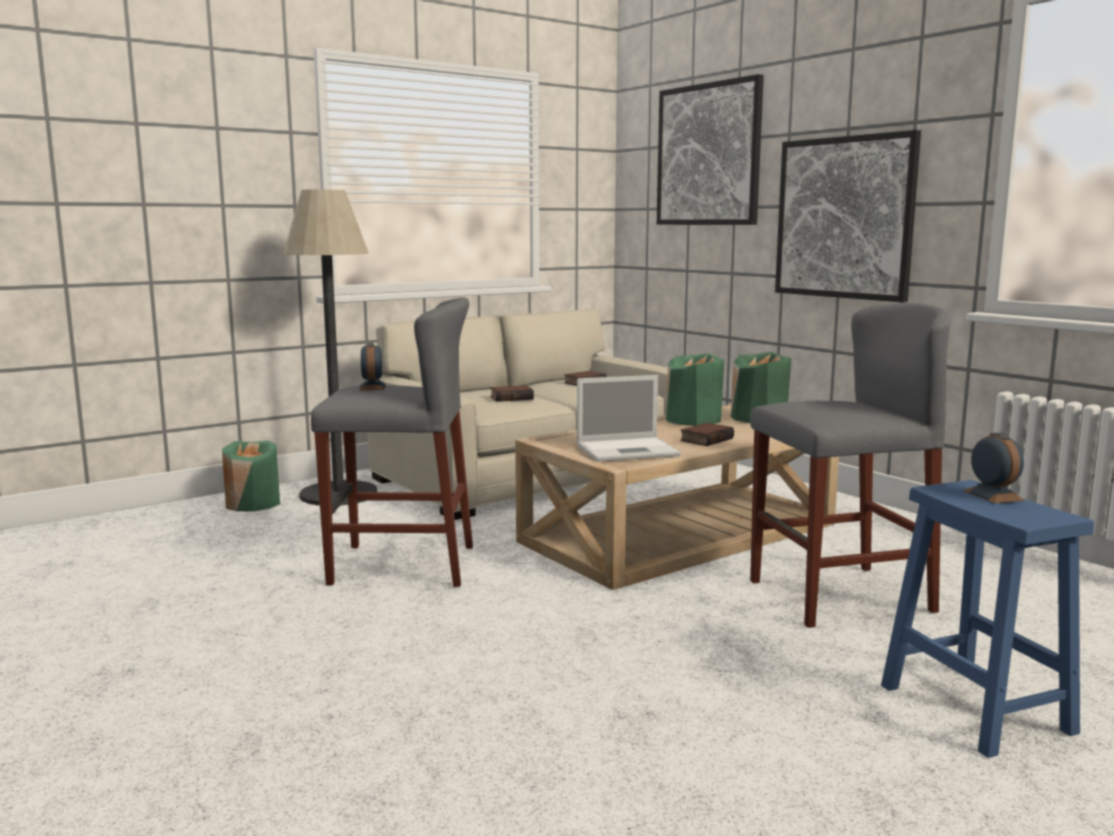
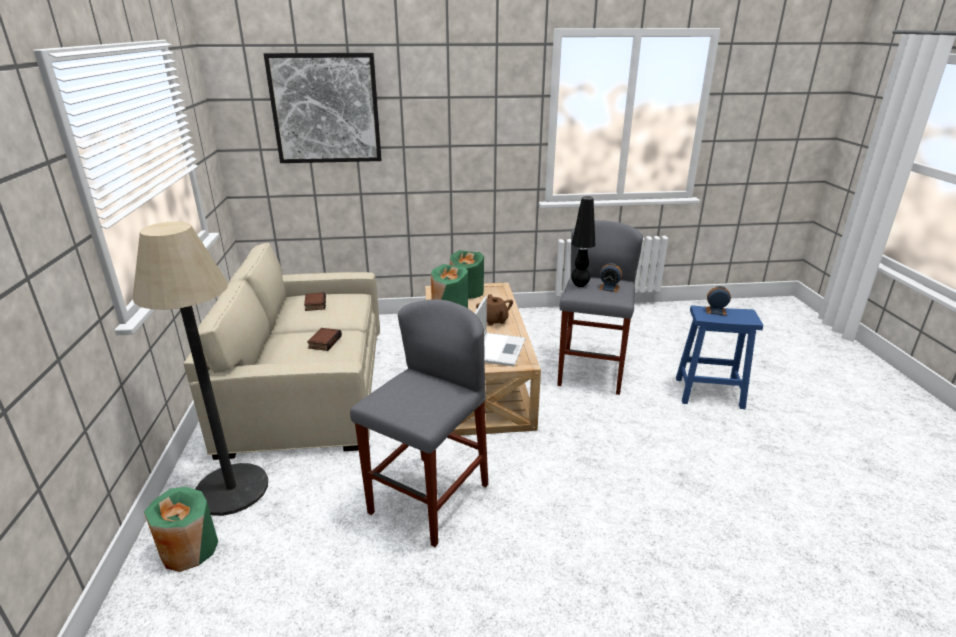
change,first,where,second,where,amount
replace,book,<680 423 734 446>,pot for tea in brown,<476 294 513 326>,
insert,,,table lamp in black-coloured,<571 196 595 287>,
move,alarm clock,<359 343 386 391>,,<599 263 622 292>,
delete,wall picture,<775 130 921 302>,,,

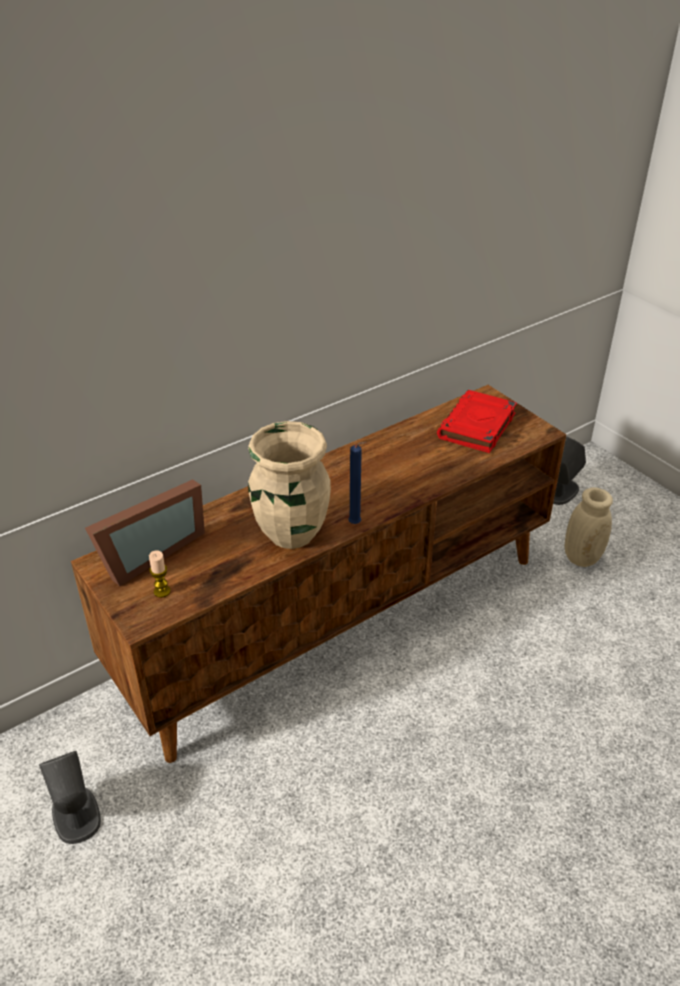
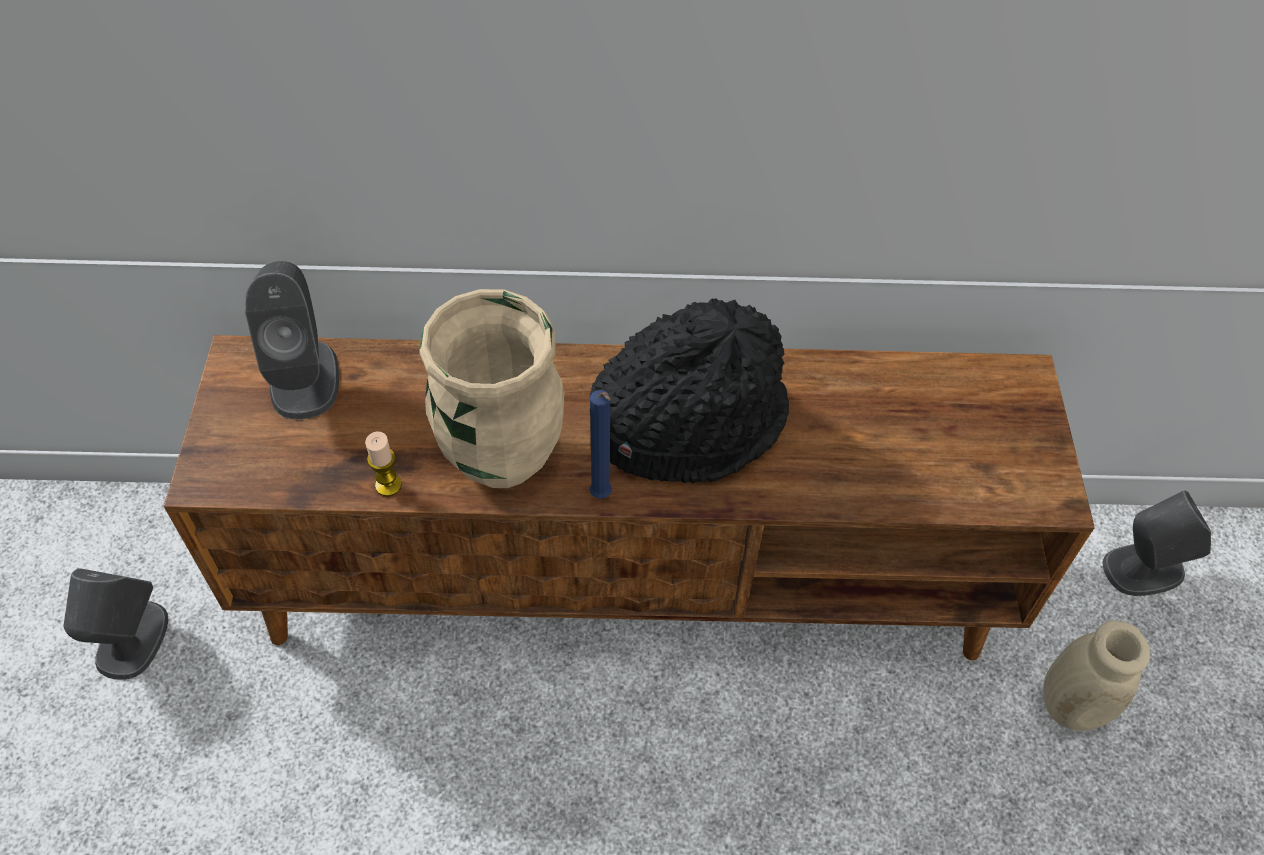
change,first,where,second,where,amount
replace,standing frame,<85 479 205 586>,loudspeaker in greyish,<245 261 339 419>,
move,wax candle,<149 550 171 598>,,<365 431 402 497>,
insert,,,hat in black-coloured,<590 298 789 484>,
delete,book in red,<437 390 517 453>,,,

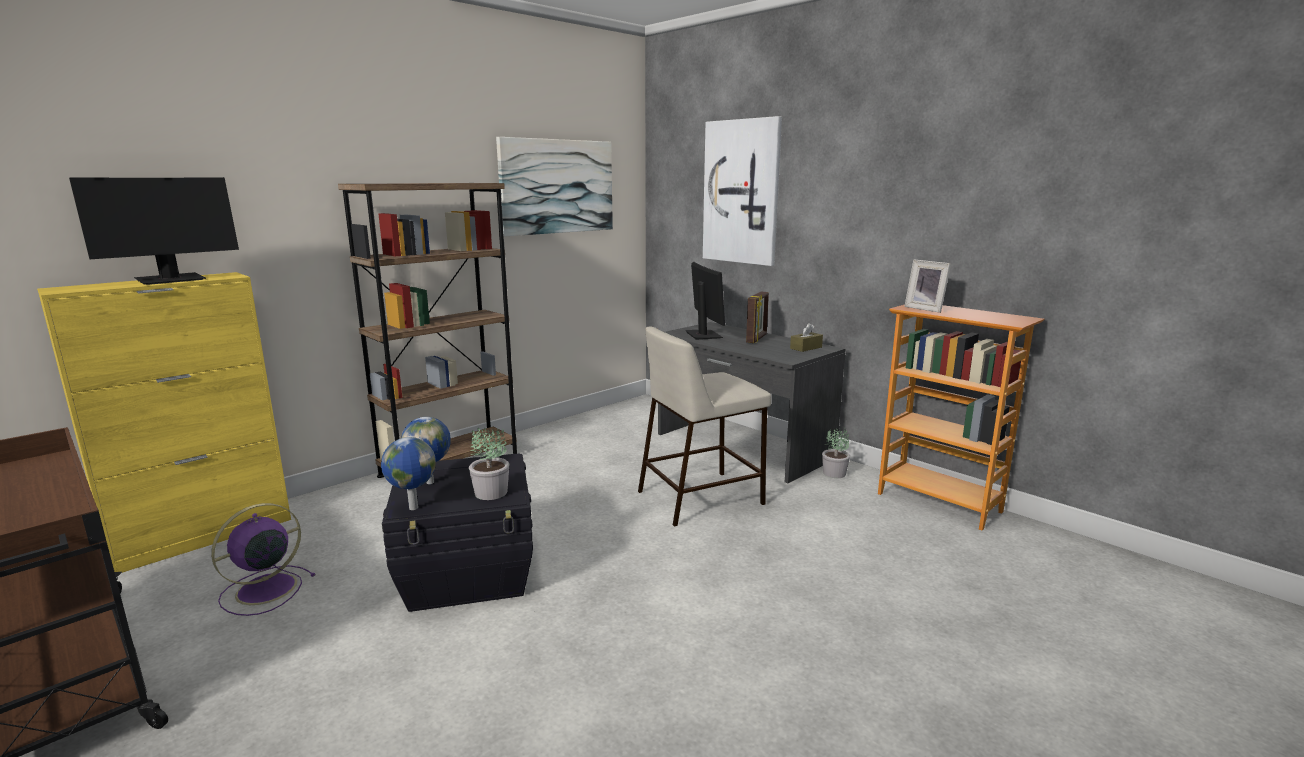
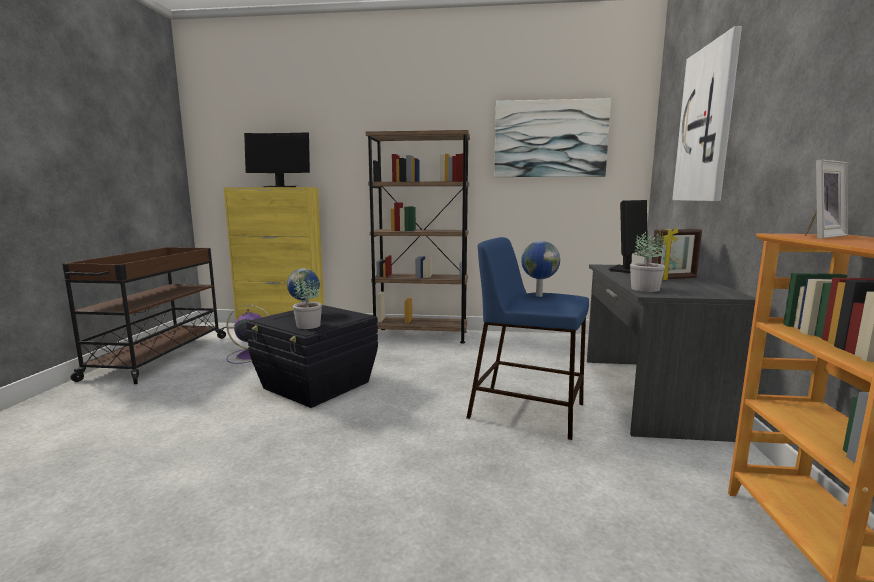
change,first,where,second,where,amount
recolor,stool seat in beige-coloured,<638 326 771 527>,stool seat in bluish,<466 237 589 440>,
move,desk globe,<381 437 436 510>,,<521 241 560 297>,
move,plant in a pot,<822 428 850 478>,,<630 232 665 292>,
rotate,standing frame,<904 259 951 313>,,<805 160 848 239>,135 degrees counterclockwise
delete,box of tissues in brown,<790 323 823 352>,,,

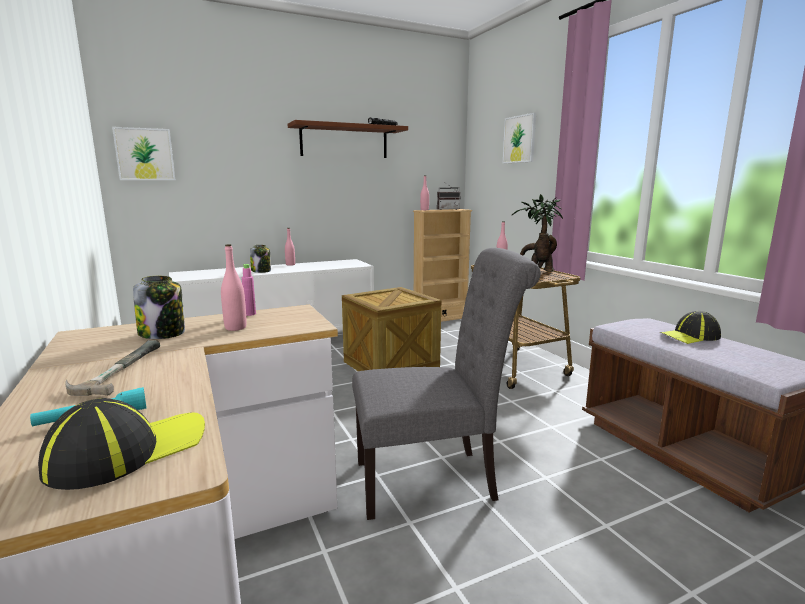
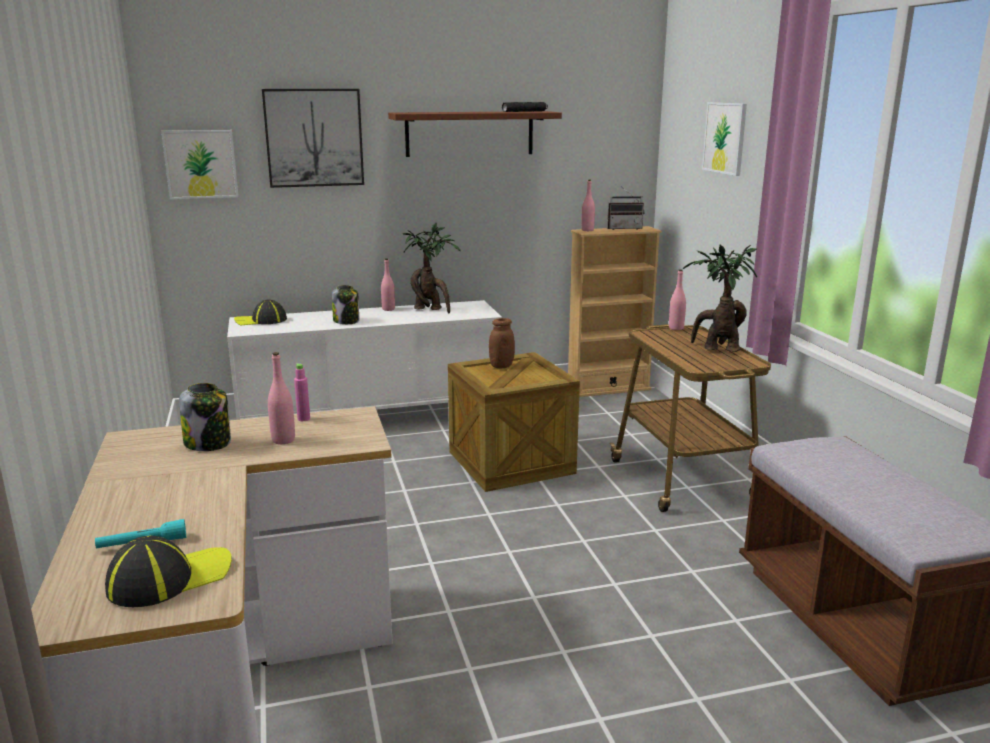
change,first,where,second,where,amount
move,peaked cap,<660 311 721 344>,,<234 300 287 326>,
insert,,,wall picture,<262 89 364 188>,
insert,,,plant in a pot,<403 222 461 313>,
insert,,,preserve jar in brown,<489 318 515 368>,
delete,hand hammer,<65 340 160 396>,,,
delete,chair in greyish,<352 248 541 520>,,,

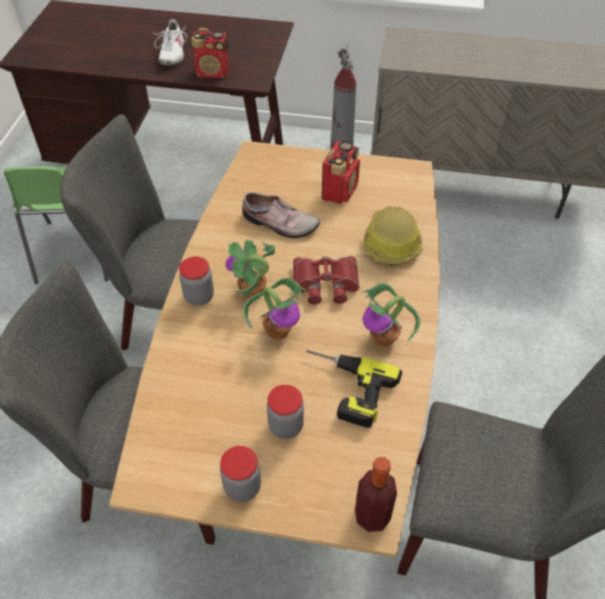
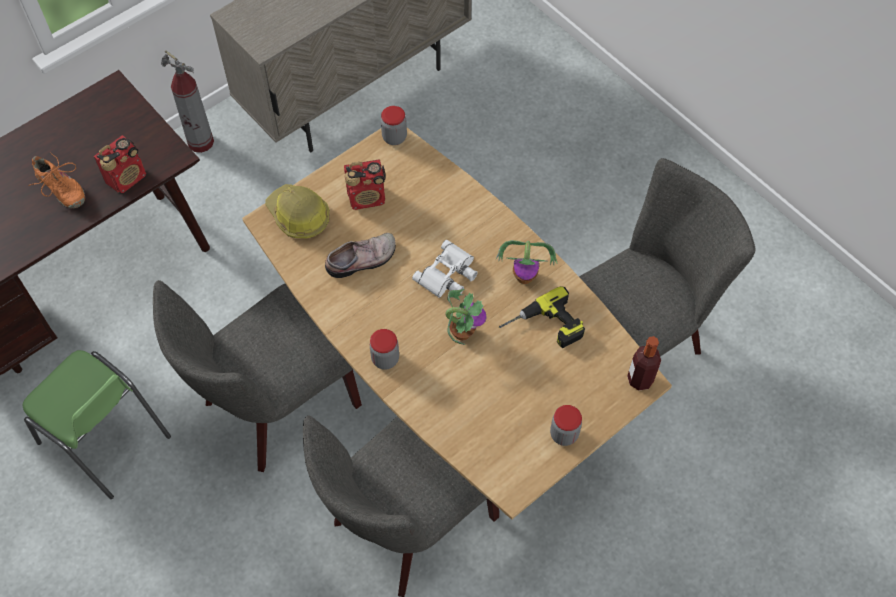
change,first,where,second,where,amount
recolor,shoe in white-coloured,<153 19 187 65>,shoe in orange,<29 152 85 208>,
move,safety helmet,<363 206 423 266>,,<265 184 330 238>,
rotate,radio,<322 141 360 204>,,<344 159 386 210>,105 degrees clockwise
move,preserve jar,<267 385 304 439>,,<381 106 407 145>,
recolor,pair of binoculars in red,<293 256 359 305>,pair of binoculars in white-coloured,<412 240 478 298>,
delete,plant in a pot,<225 239 275 298>,,,

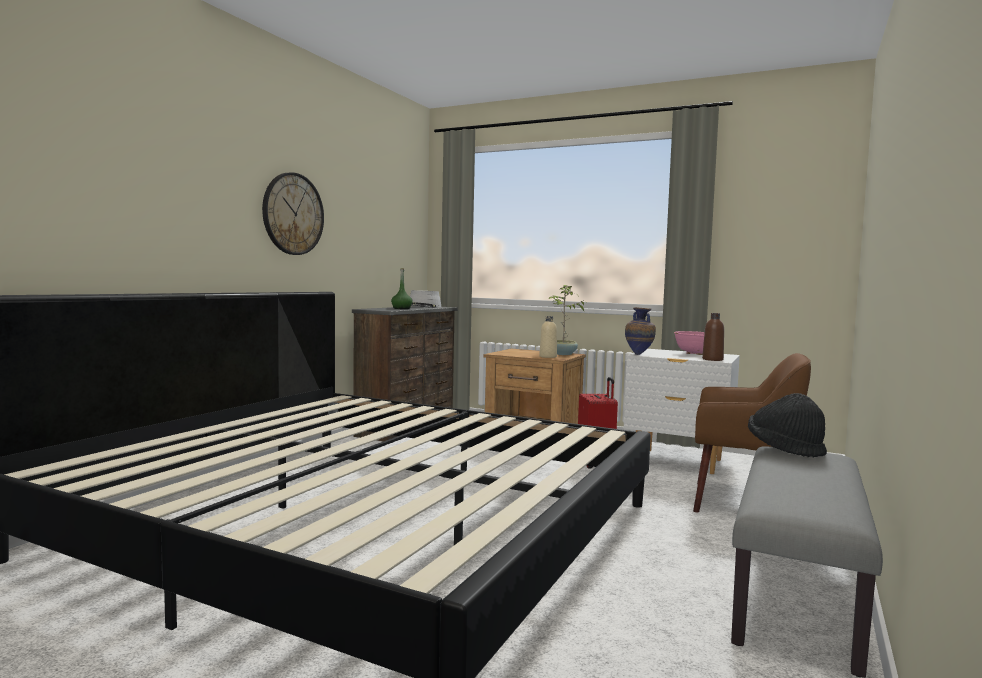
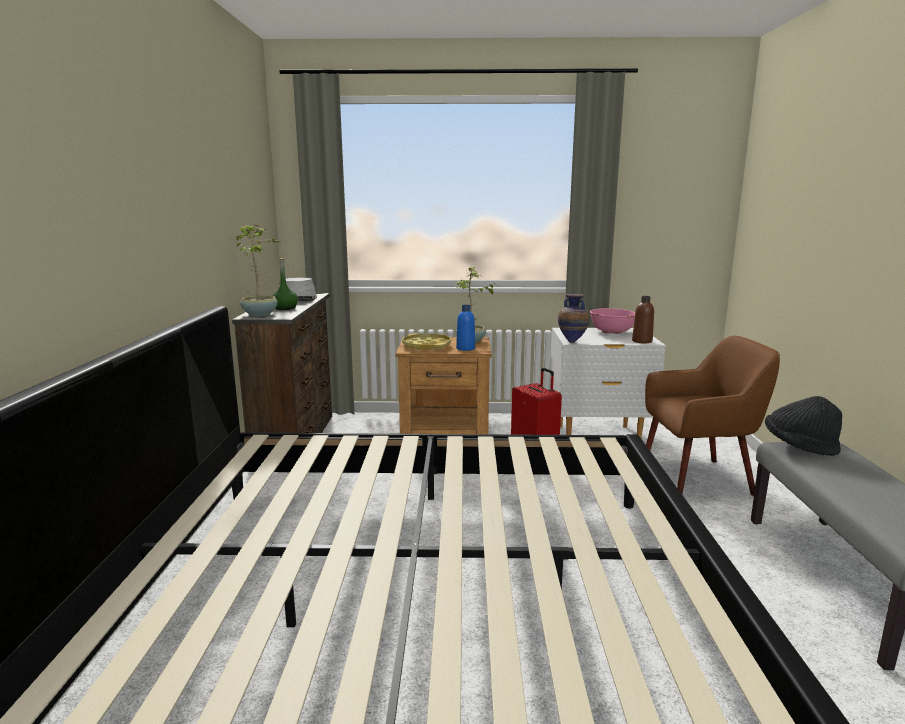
change,first,where,second,where,amount
insert,,,plant in a pot,<236 225 280 316>,
insert,,,carrying tray in yellowish,<402 333 451 351>,
recolor,bottle in beige-coloured,<539 316 557 358>,bottle in bluish,<456 305 475 351>,
delete,hanging clock,<262 172 324 255>,,,

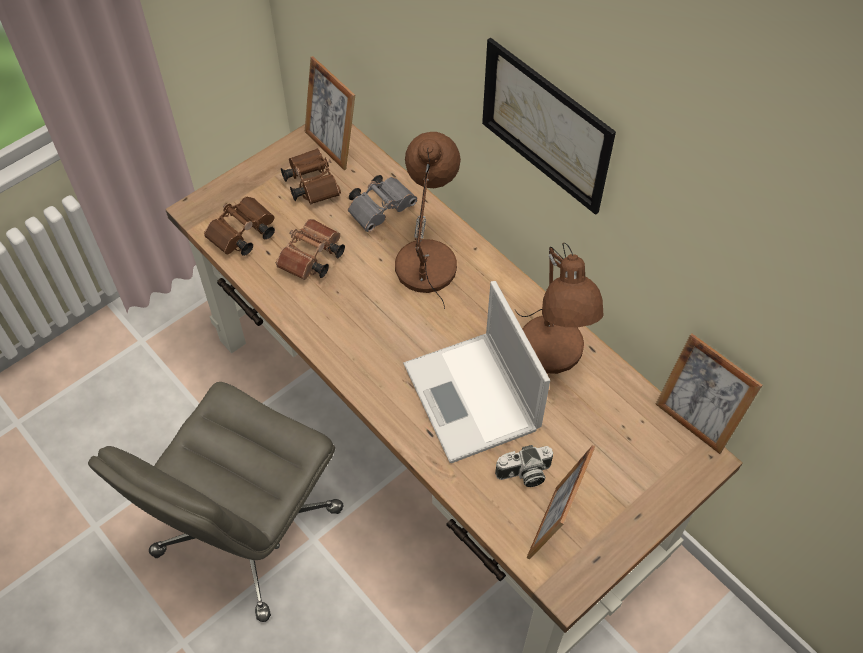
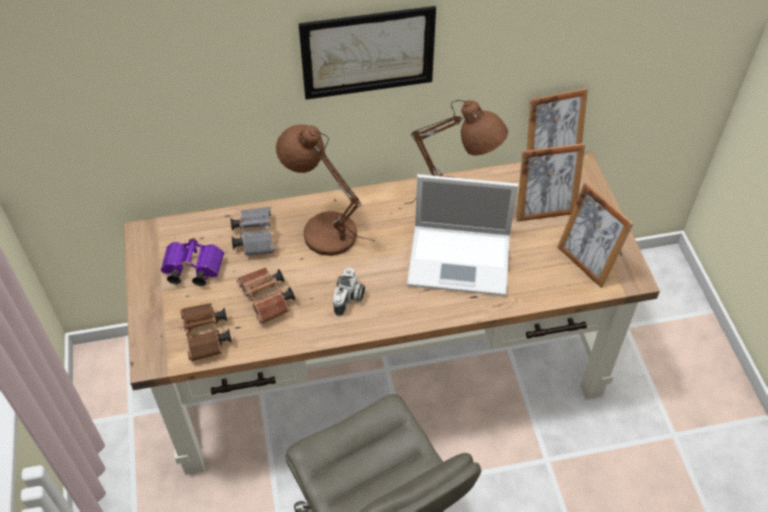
change,first,where,second,where,amount
recolor,pair of binoculars in brown,<281 148 341 205>,pair of binoculars in purple,<161 238 224 286>,
move,still camera,<495 445 553 487>,,<333 268 365 317>,
move,standing frame,<305 56 355 170>,,<517 143 585 222>,

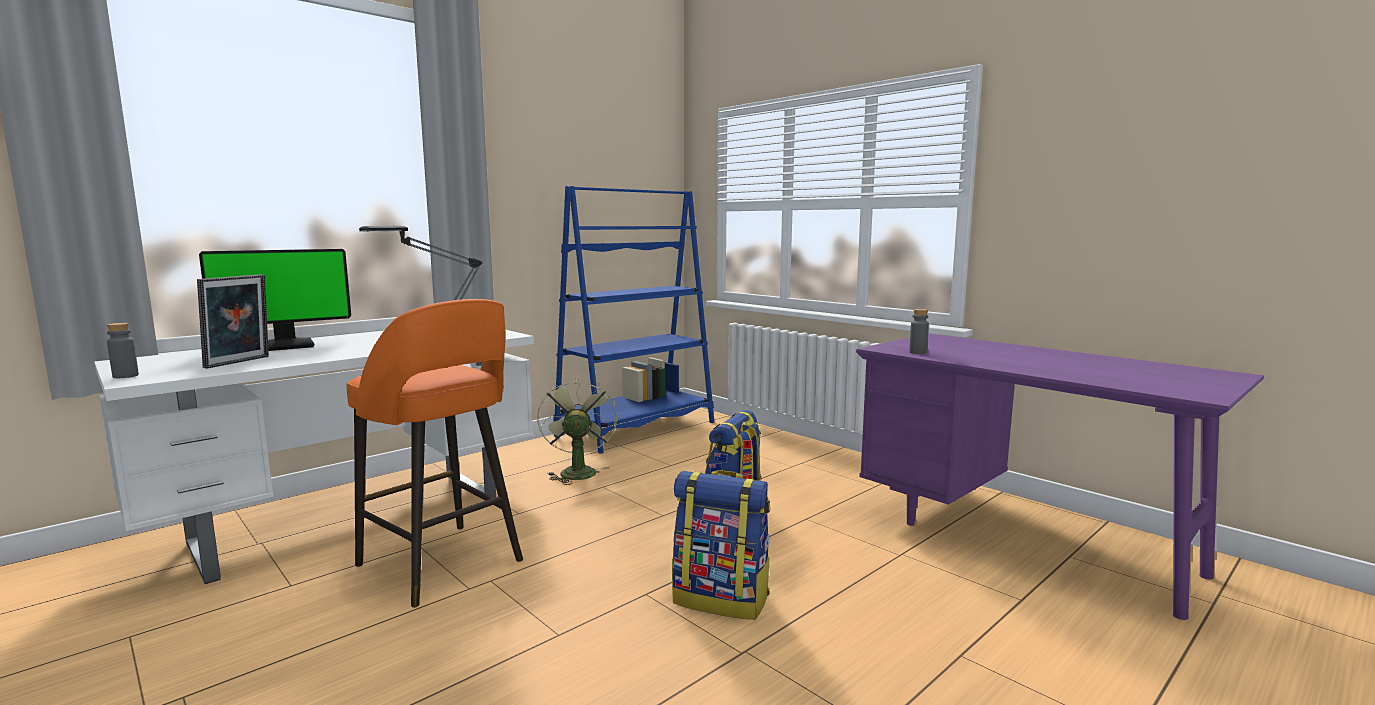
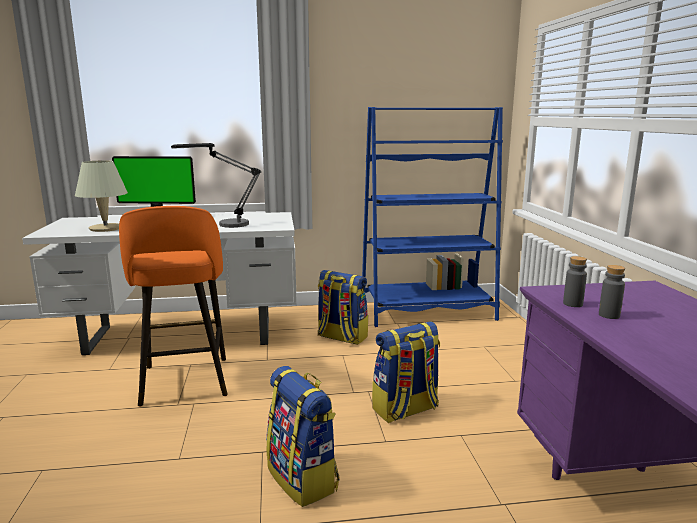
change,first,where,second,where,amount
replace,standing frame,<197 274 269 368>,table lamp in beige-coloured,<75 160 128 232>,
replace,cooling fan in green-coloured,<537 378 617 485>,rucksack,<318 270 368 345>,
move,bottle in greyish,<107 323 139 378>,,<599 265 625 319>,

